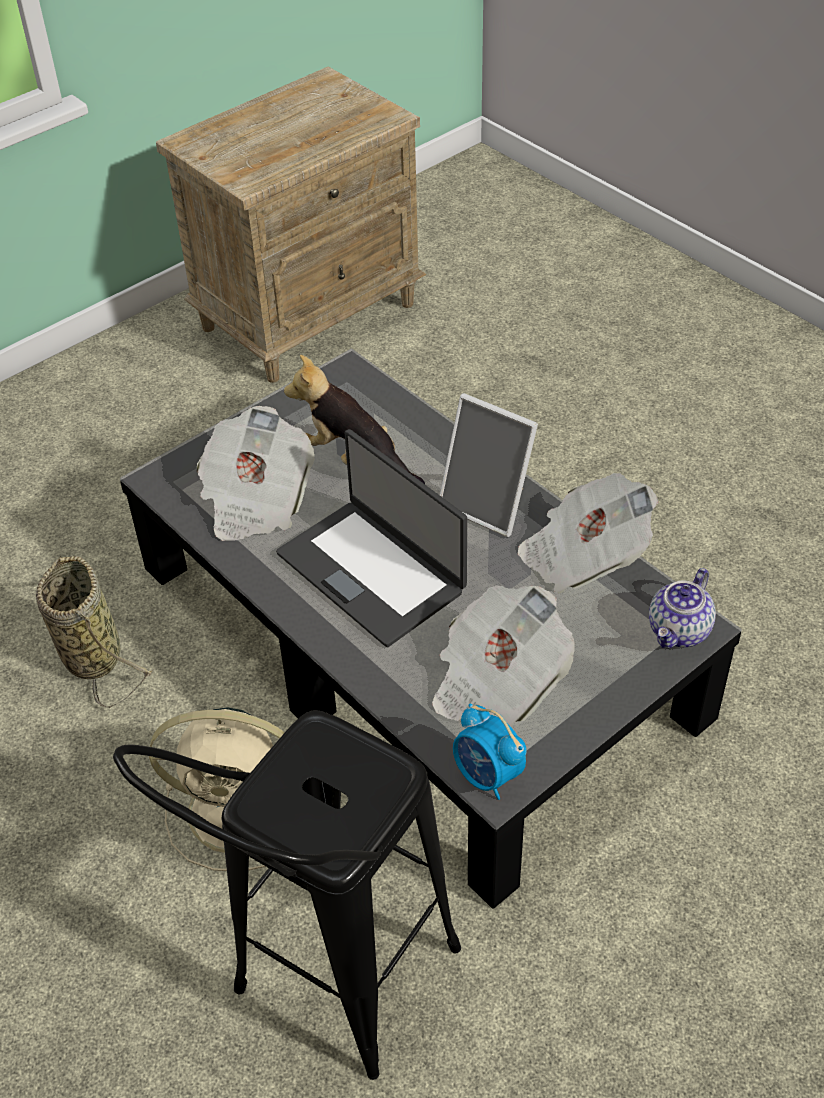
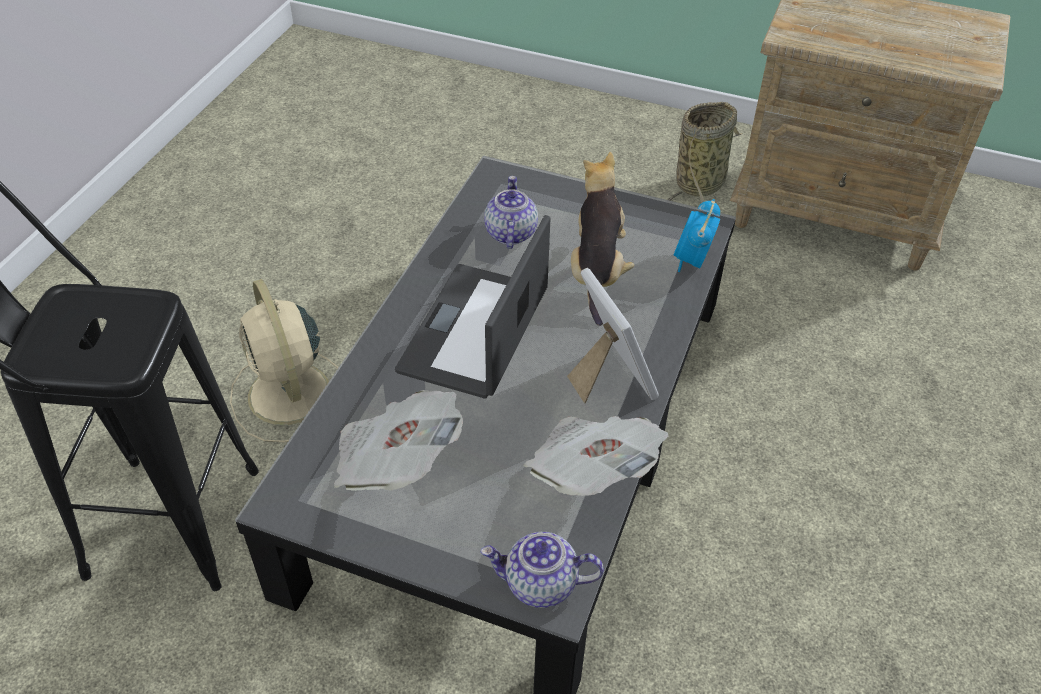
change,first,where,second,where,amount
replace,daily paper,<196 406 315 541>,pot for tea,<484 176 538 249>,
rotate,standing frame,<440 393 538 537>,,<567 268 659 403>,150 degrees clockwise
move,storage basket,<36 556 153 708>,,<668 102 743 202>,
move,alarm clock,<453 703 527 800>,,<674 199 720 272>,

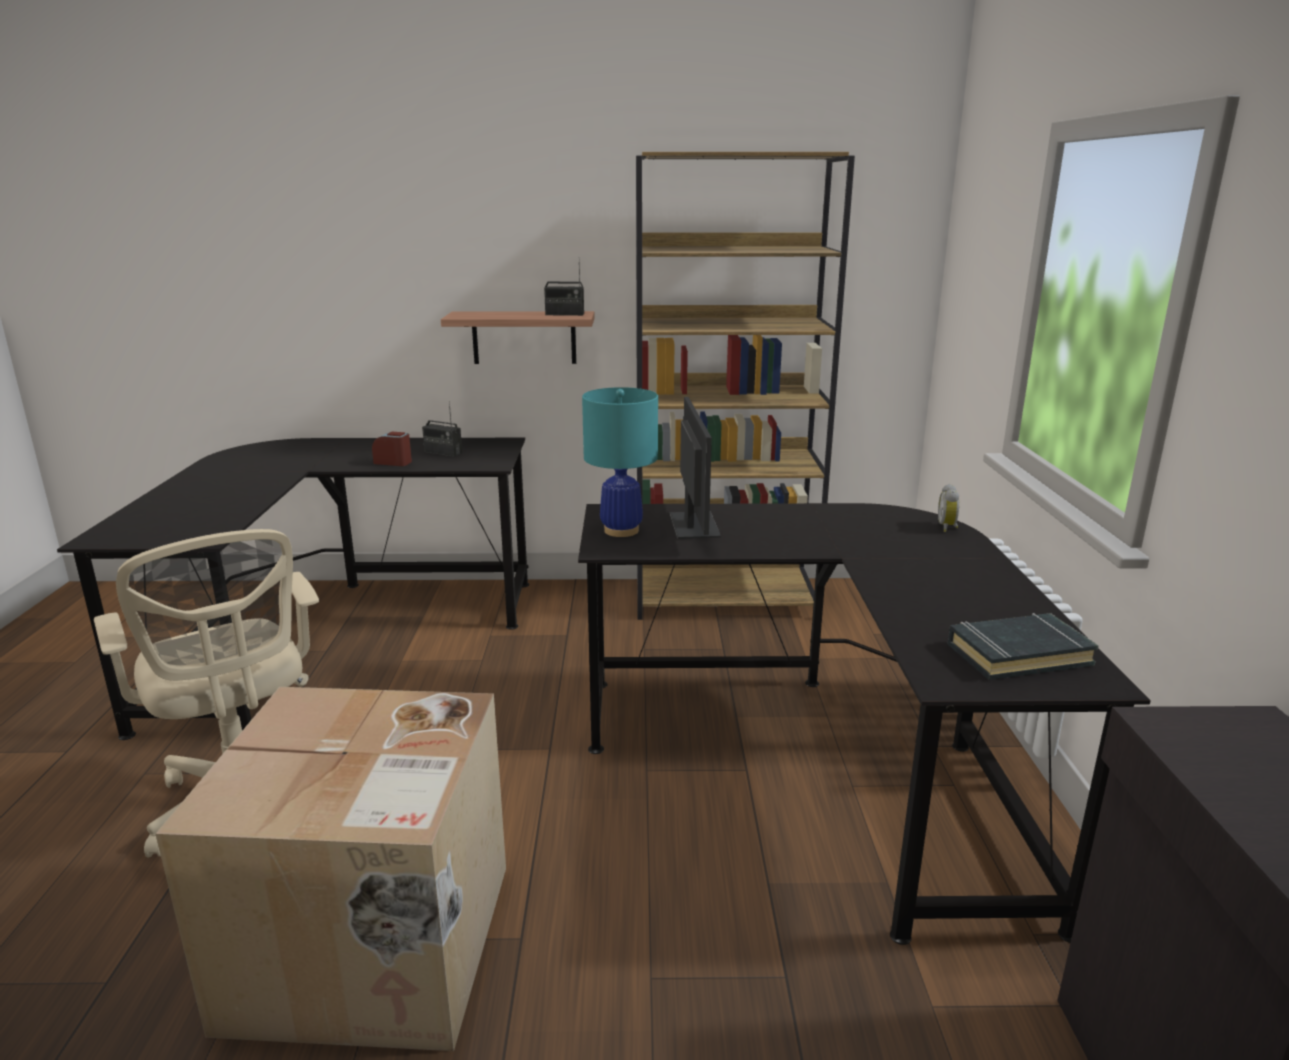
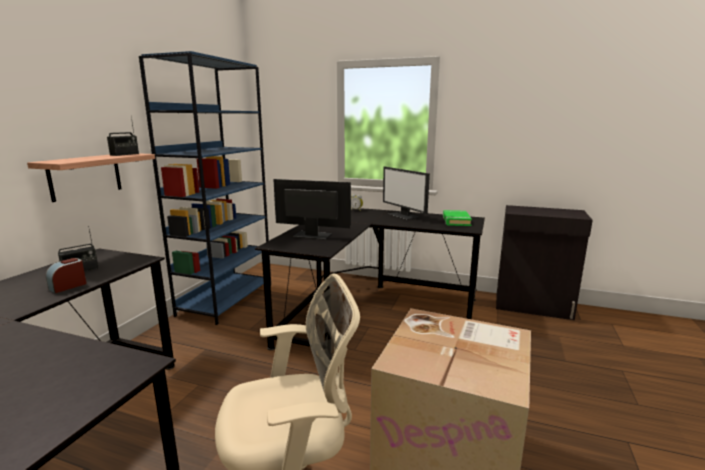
change,first,where,second,where,amount
recolor,bookshelf in brown,<636 152 855 620>,bookshelf in bluish,<139 51 271 325>,
insert,,,computer display,<383 167 430 220>,
recolor,book in black-coloured,<948 613 1099 680>,book in green-coloured,<443 210 472 226>,
delete,table lamp in turquoise,<582 387 658 537>,,,

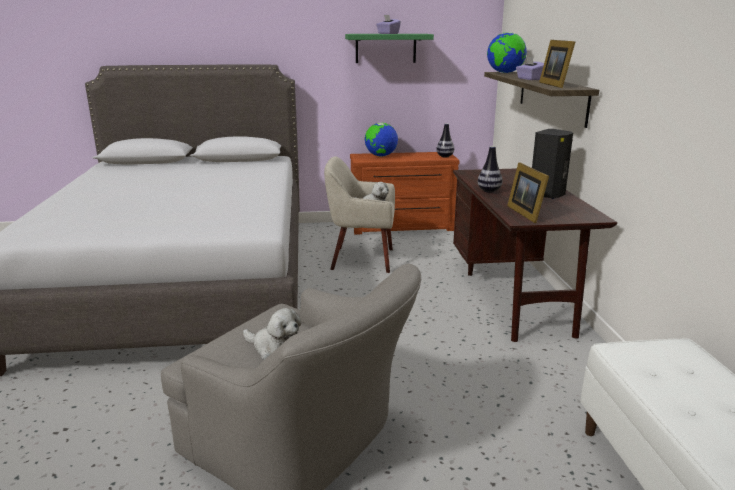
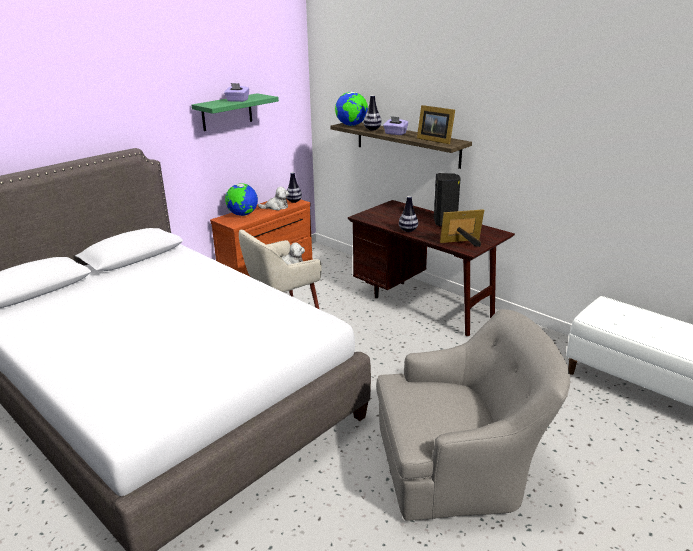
change,first,where,second,where,amount
move,soft toy,<243 308 302 360>,,<258 186 289 211>,
insert,,,flower vase,<364 95 382 130>,
rotate,standing frame,<507 163 549 223>,,<440 209 484 247>,135 degrees clockwise

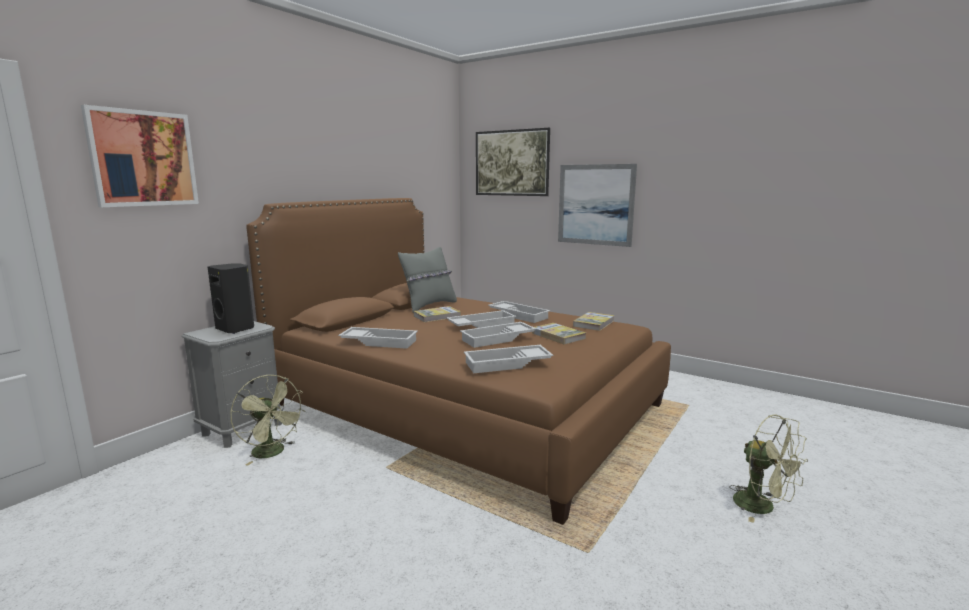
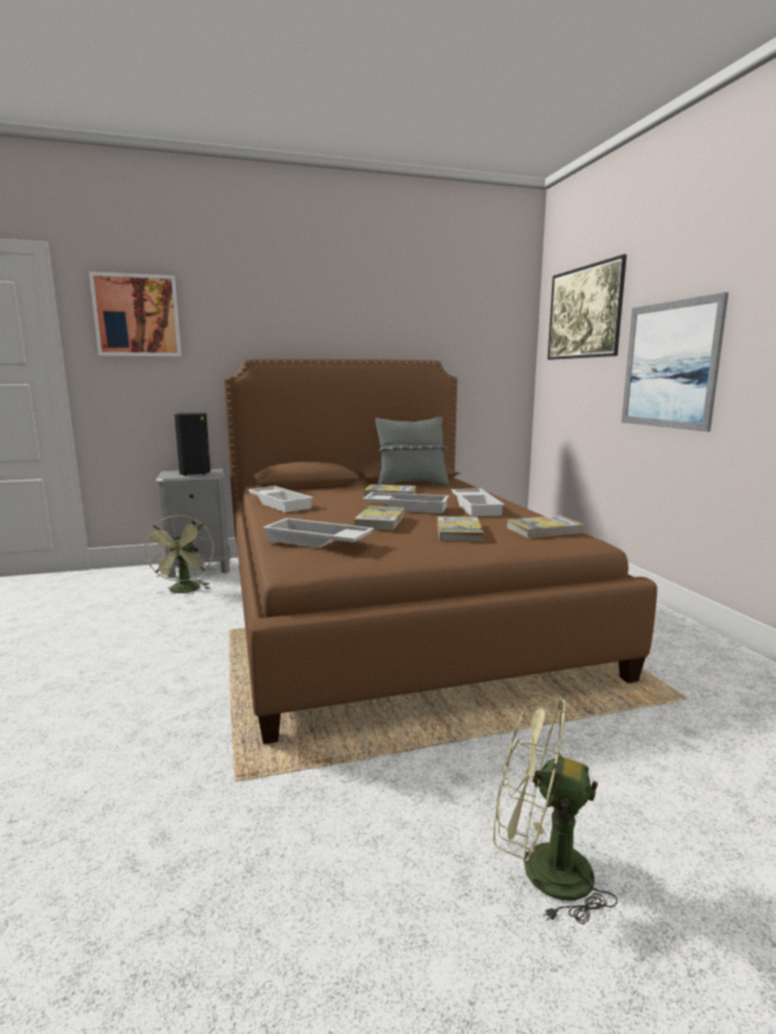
change,first,where,second,where,amount
replace,carrying tray in white-coloured,<460 322 536 348>,book,<353 506 405 530>,
rotate,cooling fan in green-coloured,<729 414 808 523>,,<494 692 618 925>,105 degrees clockwise

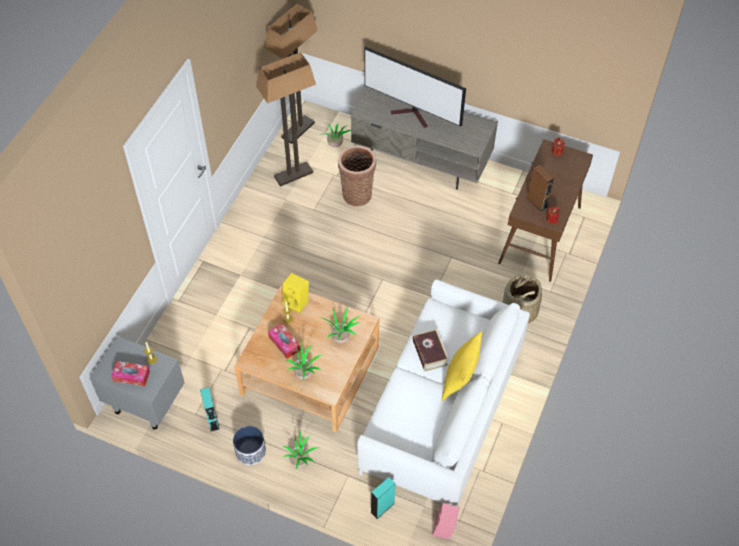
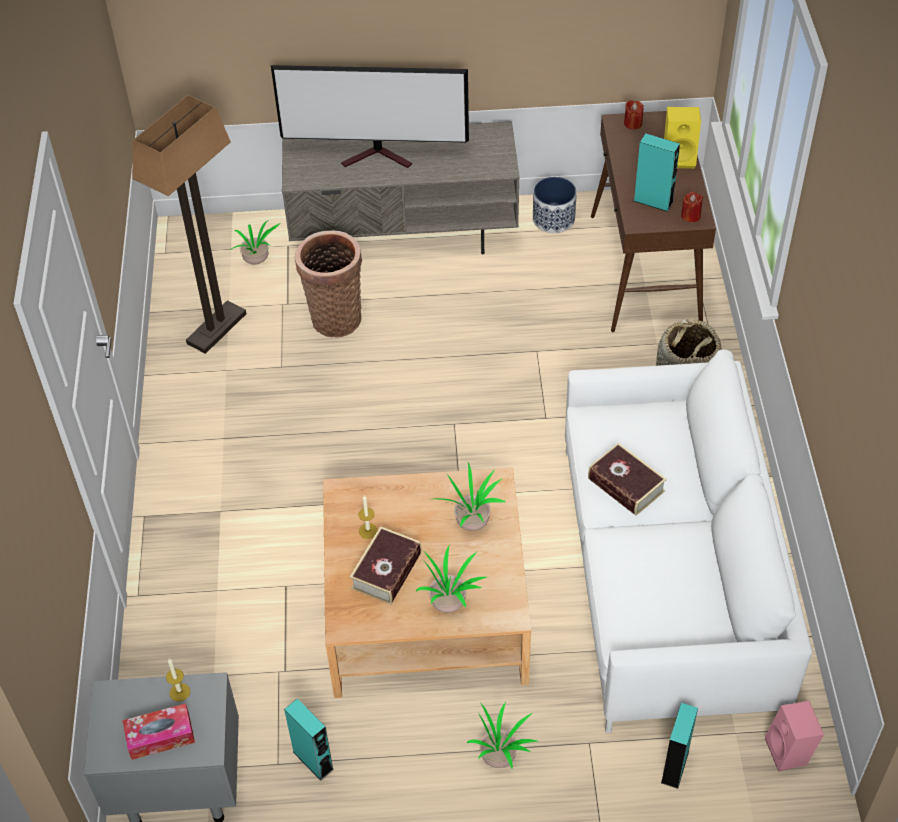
change,first,where,second,where,amount
replace,box of tissues,<268 323 301 359>,book,<350 526 422 604>,
move,flower pot,<233 426 266 465>,,<533 177 577 233>,
recolor,loudspeaker in brown,<527 164 554 212>,loudspeaker in turquoise,<634 133 680 212>,
move,loudspeaker in yellowish,<283 273 309 313>,,<664 107 701 168>,
delete,standard lamp,<265 4 318 144>,,,
delete,cushion in yellowish,<442 331 482 401>,,,

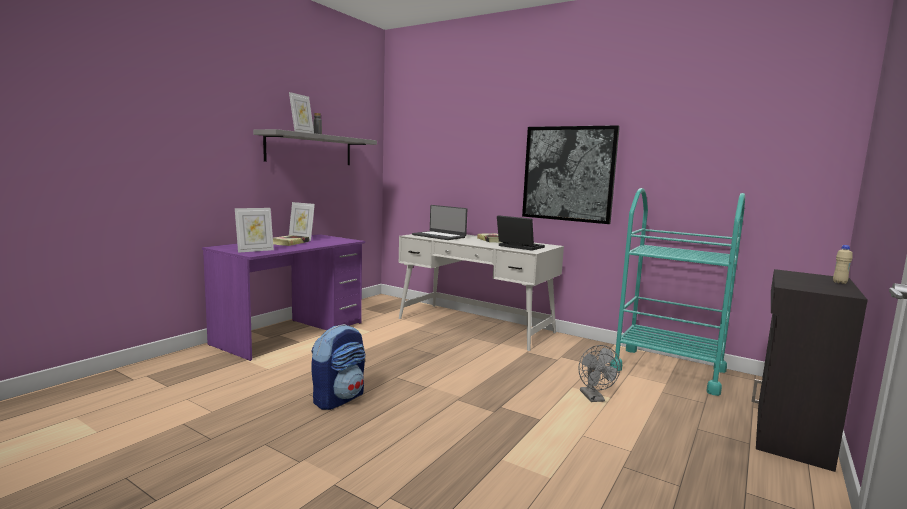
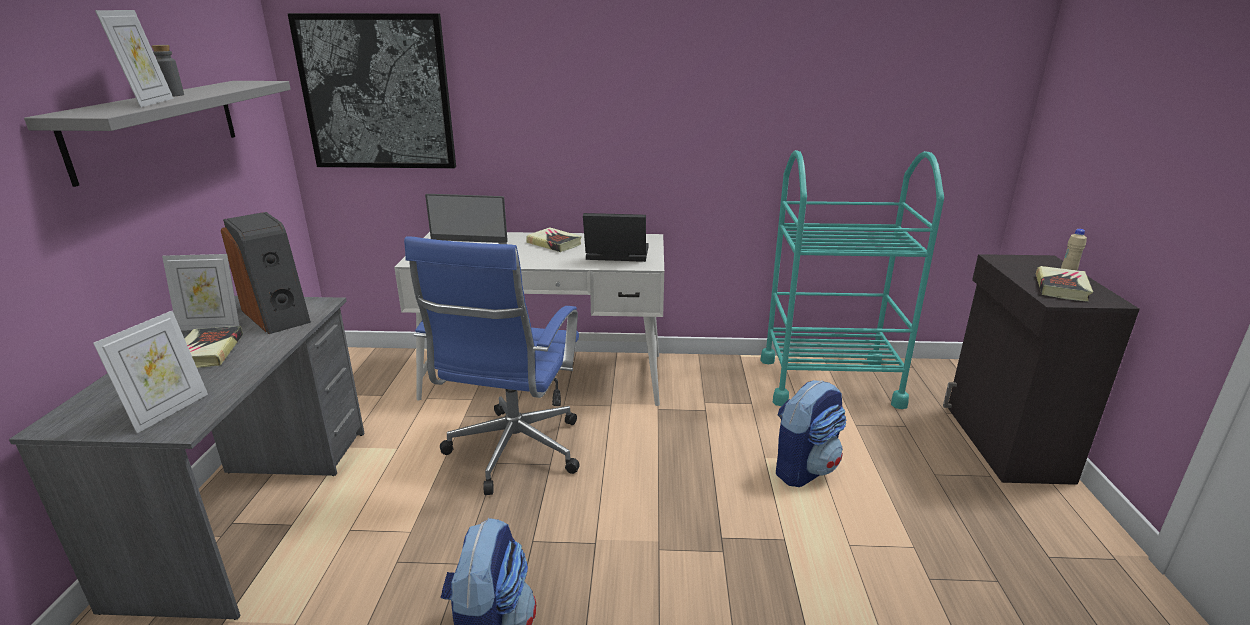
change,first,where,second,where,amount
recolor,desk unit in purple,<202 234 365 361>,desk unit in greyish,<9 296 365 620>,
insert,,,loudspeaker,<221 212 311 334>,
move,wall picture,<522 125 620 224>,,<288 13 456 168>,
insert,,,computer chair in bluish,<404 236 580 495>,
replace,cooling fan in greyish,<579 345 621 402>,rucksack,<776 380 847 487>,
insert,,,book,<1036 266 1093 302>,

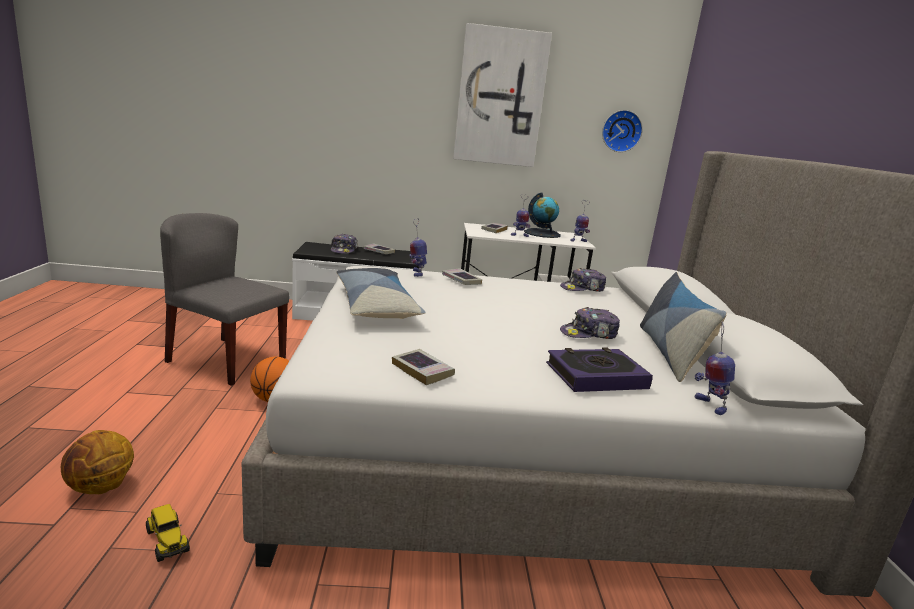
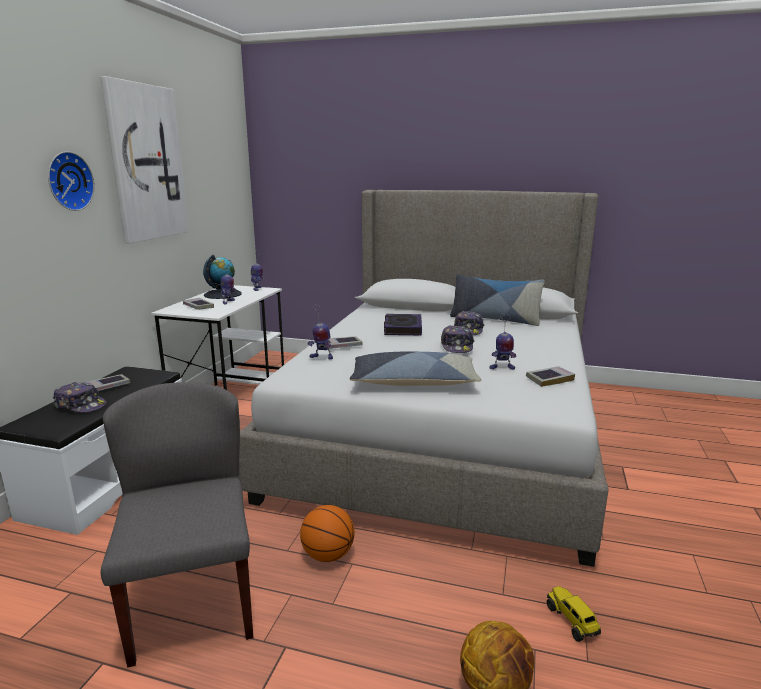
change,first,where,second,where,amount
move,hanging clock,<602 110 643 152>,,<48 151 95 211>,
rotate,chair in greyish,<160 213 289 386>,,<101 382 253 667>,120 degrees clockwise
move,book,<546 347 653 392>,,<384 314 422 335>,
move,peaked cap,<560 268 606 292>,,<441 325 475 353>,
move,robot figure,<695 321 735 415>,,<489 314 516 370>,
rotate,toy truck,<146 504 190 562>,,<547 586 601 642>,90 degrees counterclockwise

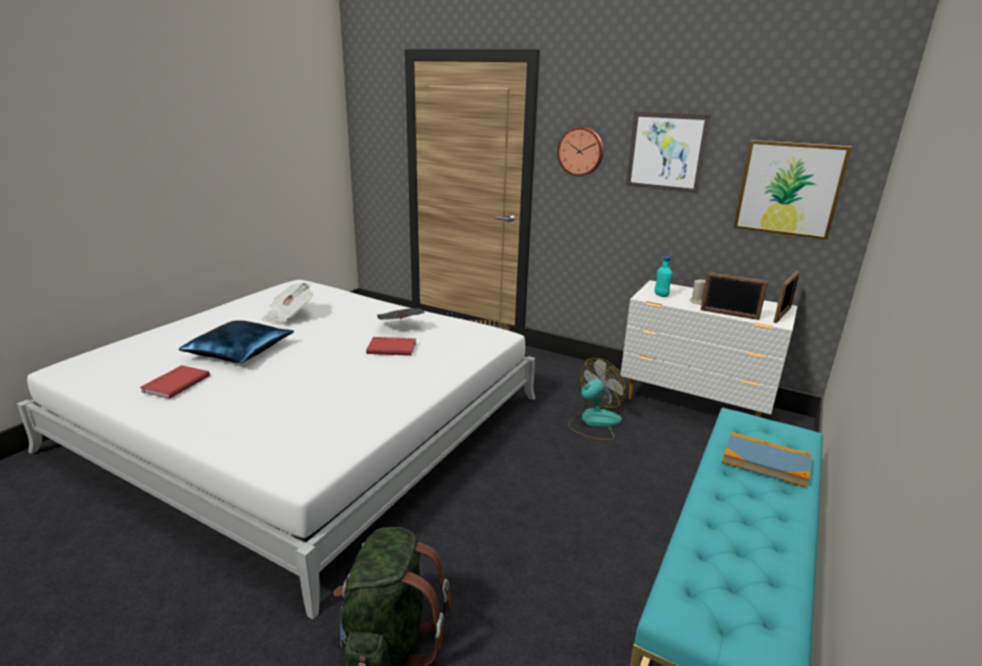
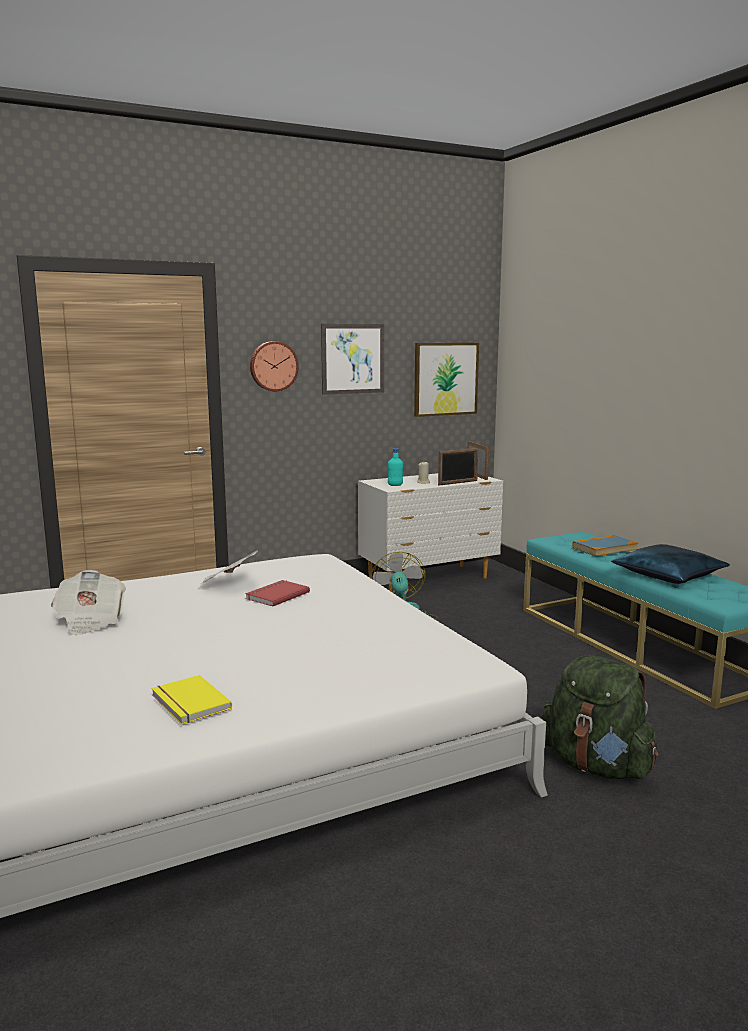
change,first,where,second,where,amount
recolor,book in red,<140 365 210 399>,book in yellowish,<151 675 232 725>,
move,cushion in bluish,<179 320 294 363>,,<611 544 730 584>,

